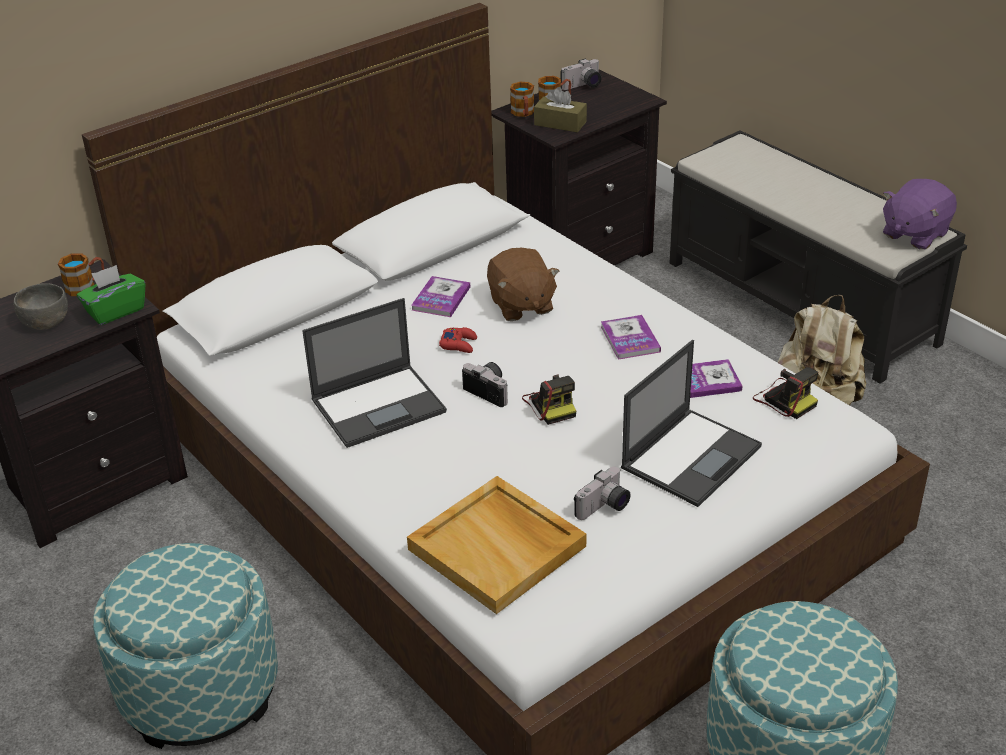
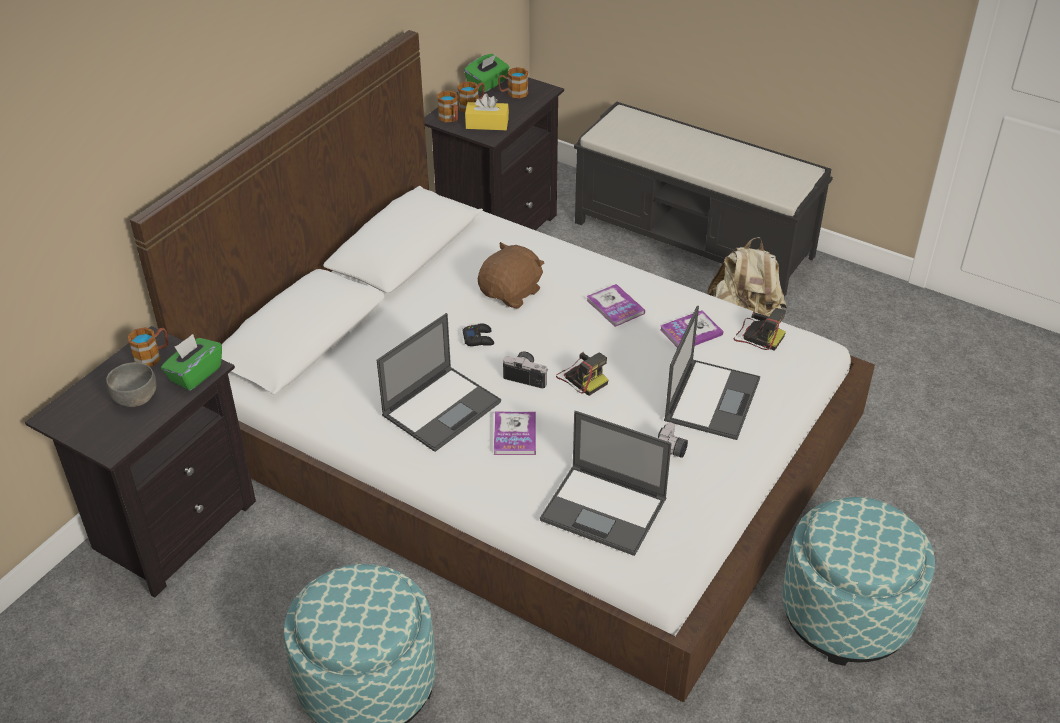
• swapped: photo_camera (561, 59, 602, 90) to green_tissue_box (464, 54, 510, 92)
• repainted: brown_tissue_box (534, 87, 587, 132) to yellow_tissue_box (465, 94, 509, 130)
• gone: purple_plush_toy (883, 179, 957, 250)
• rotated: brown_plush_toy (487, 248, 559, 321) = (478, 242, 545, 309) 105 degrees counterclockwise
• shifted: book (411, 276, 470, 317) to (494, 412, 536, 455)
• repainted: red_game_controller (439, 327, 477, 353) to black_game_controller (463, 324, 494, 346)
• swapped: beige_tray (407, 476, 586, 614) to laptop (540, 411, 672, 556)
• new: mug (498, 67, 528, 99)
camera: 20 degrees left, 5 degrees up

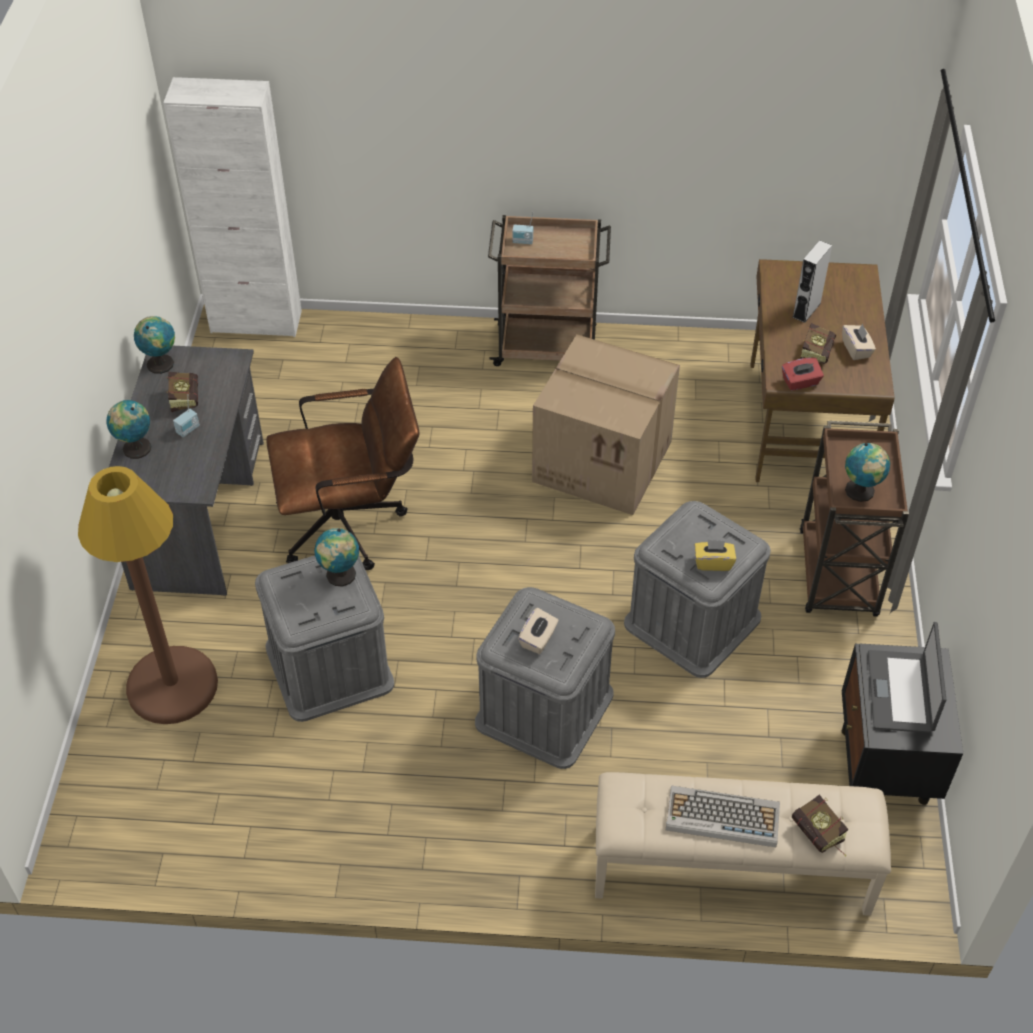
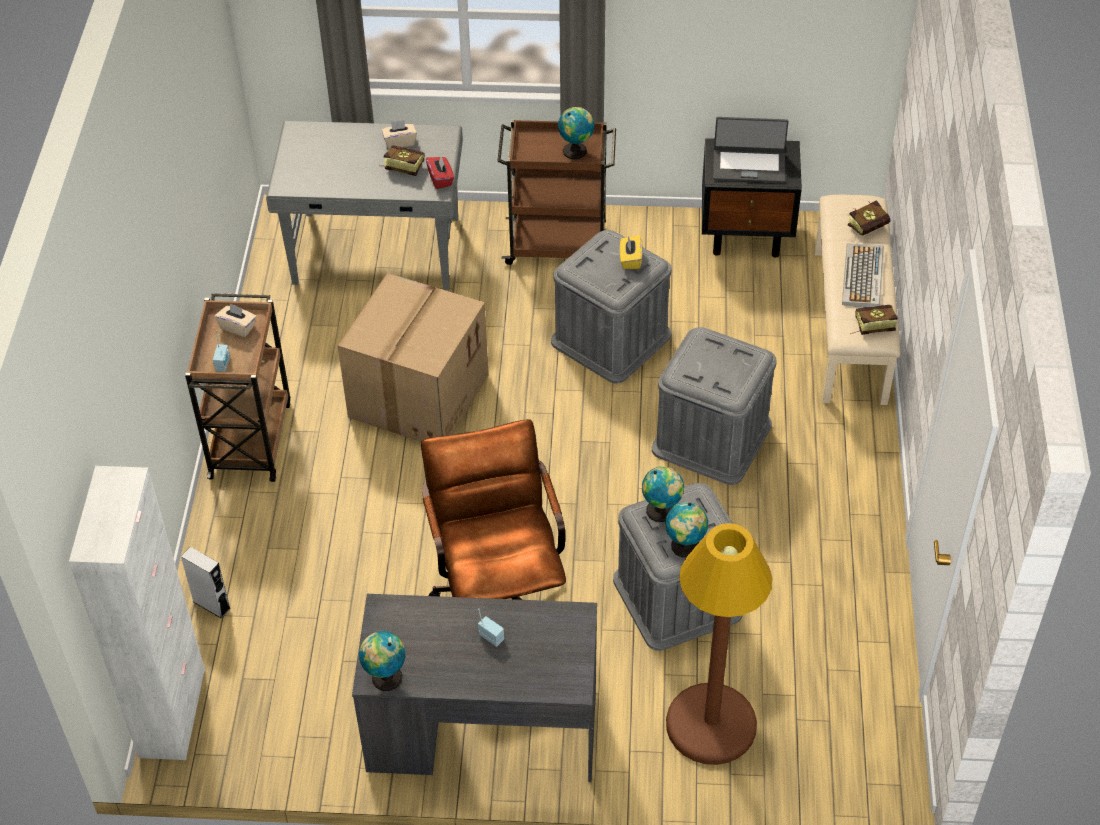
• shifted: grey_speaker (792, 240, 832, 323) to (181, 547, 231, 619)
• repainted: brown_desk (751, 259, 894, 482) to grey_desk (266, 121, 463, 290)
• shifted: book (166, 372, 198, 412) to (850, 305, 898, 335)
• shifted: globe (107, 400, 151, 459) to (665, 502, 708, 558)
• shifted: beige_tissue_box (518, 608, 559, 654) to (215, 303, 257, 337)
camera: 90 degrees left, 0 degrees up

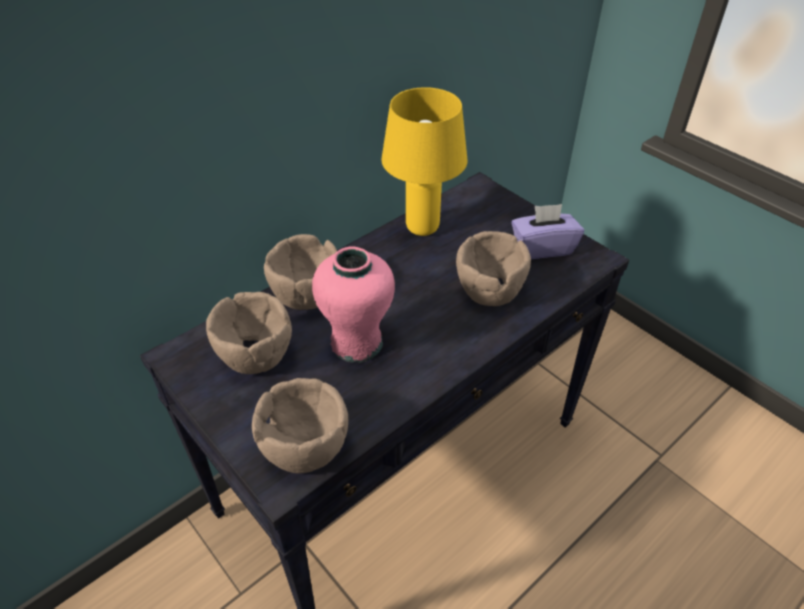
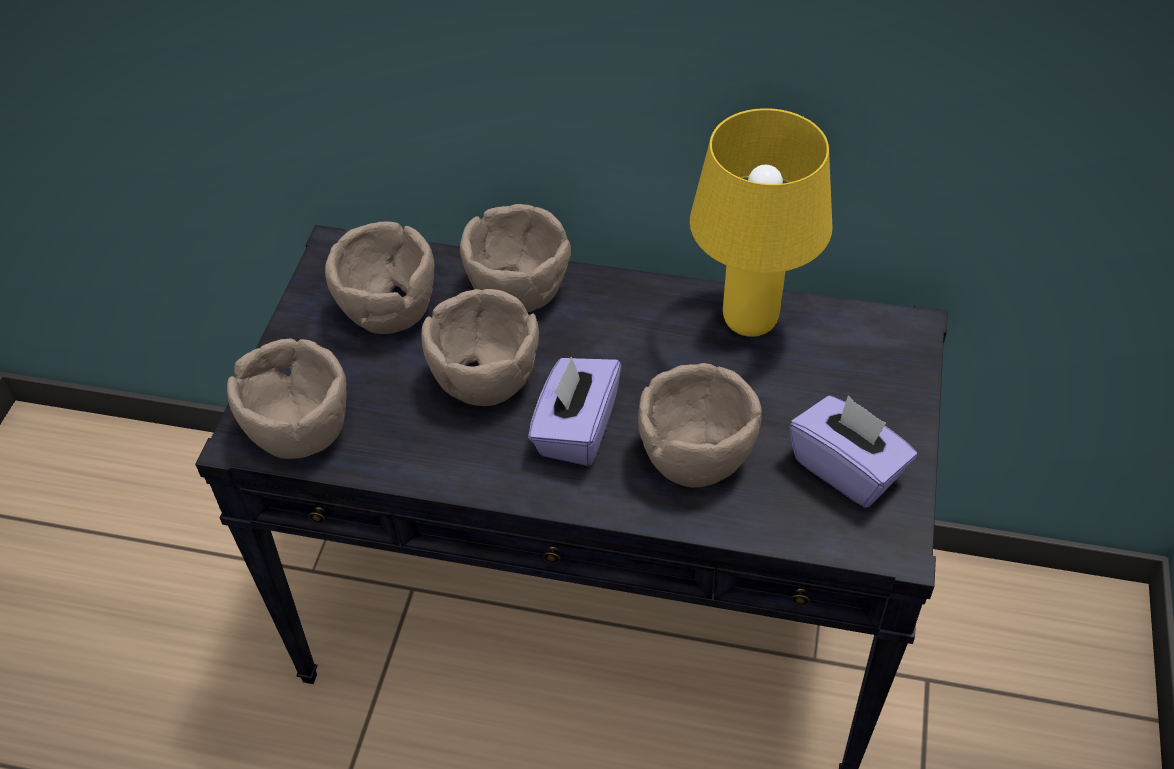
• swapped: pink_vase (312, 247, 395, 363) to brown_bowl (421, 289, 539, 406)
• new: purple_tissue_box (528, 356, 621, 466)
camera: 55 degrees right, 5 degrees up

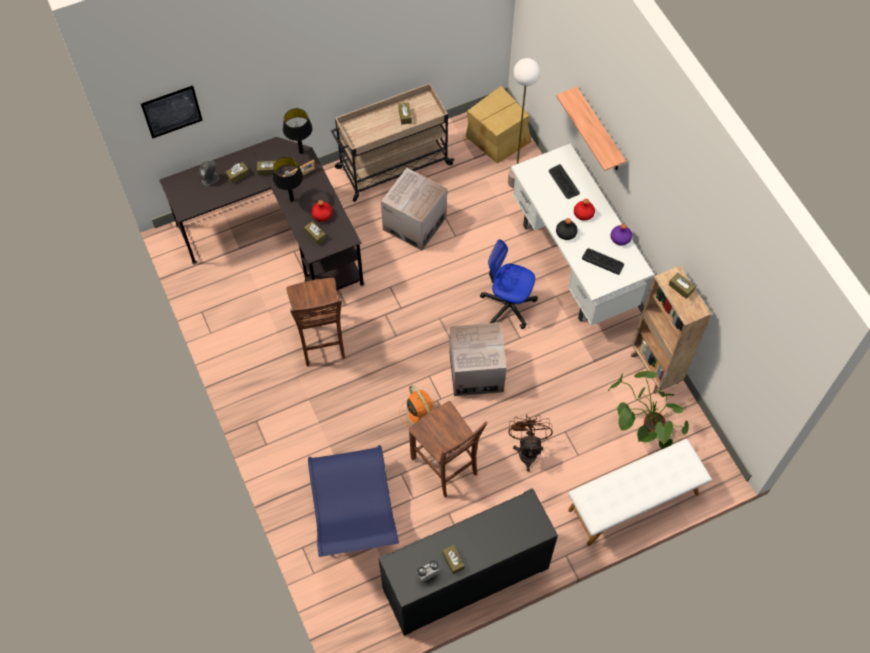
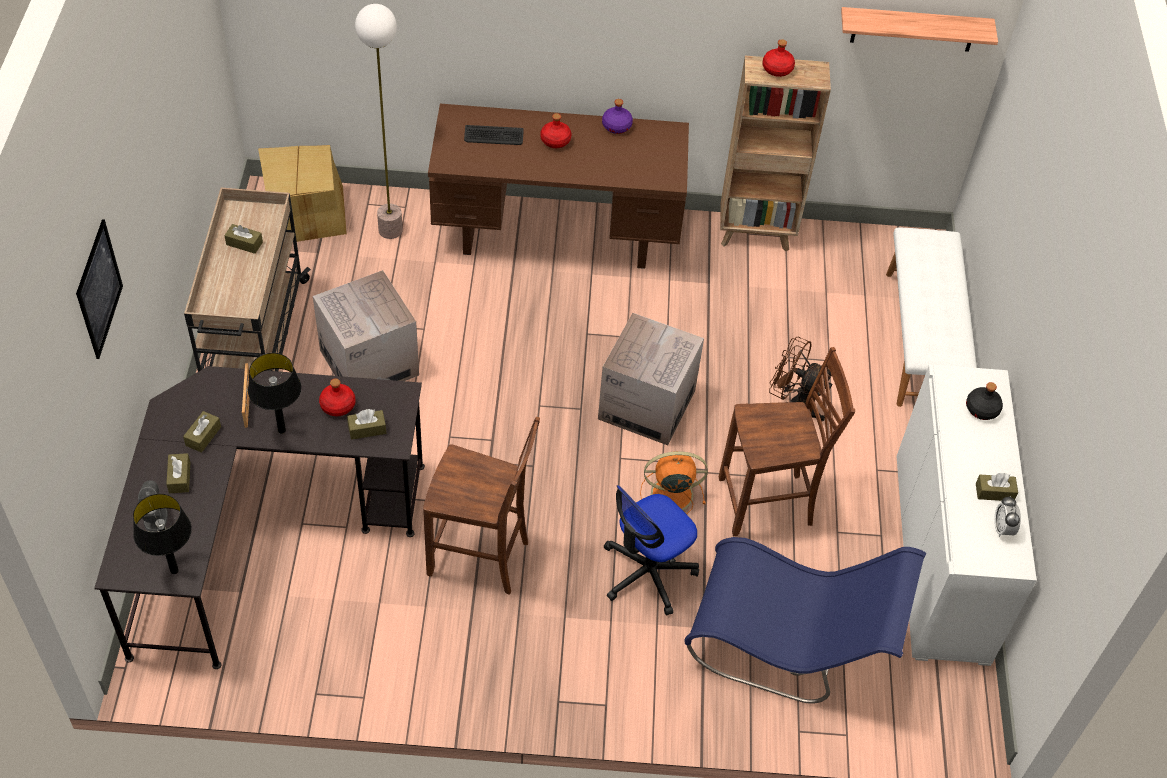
• shifted: picture (141, 86, 203, 139) to (76, 219, 123, 359)
• shifted: shelf (556, 87, 626, 171) to (841, 7, 998, 52)
• shifted: black_table_lamp (283, 108, 312, 154) to (133, 494, 192, 574)
• repainted: white_desk (511, 144, 654, 326) to brown_desk (428, 104, 689, 269)
• shifted: black_bottle (556, 218, 578, 240) to (966, 382, 1003, 420)
• shifted: office_chair (480, 239, 538, 329) to (604, 485, 699, 616)
• gone: keyboard (582, 248, 624, 275)
• swapped: brown_tissue_box (669, 273, 696, 299) to red_bottle (762, 39, 795, 77)
• gone: potted_plant (608, 370, 689, 449)
• repainted: black_cabinet (378, 488, 558, 636) to white_cabinet (897, 365, 1037, 666)
camera: 65 degrees left, 10 degrees down

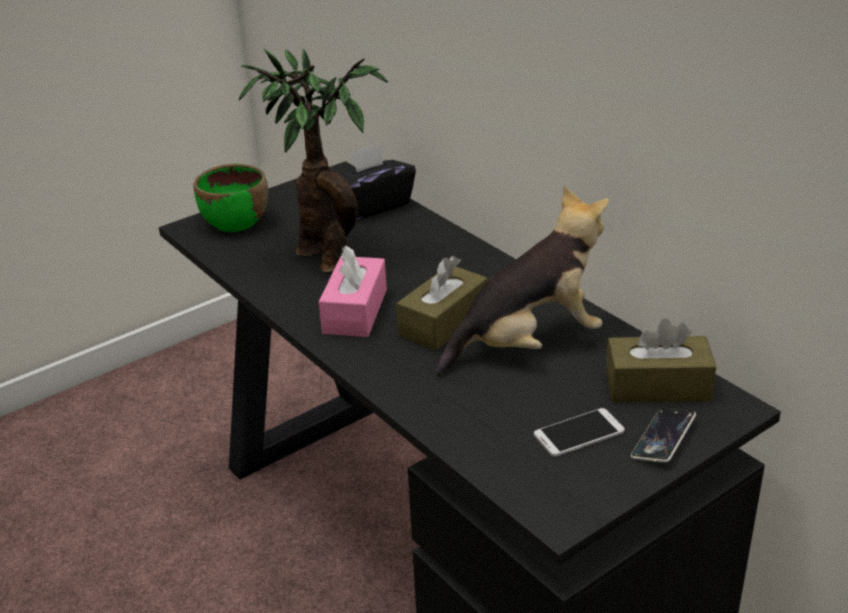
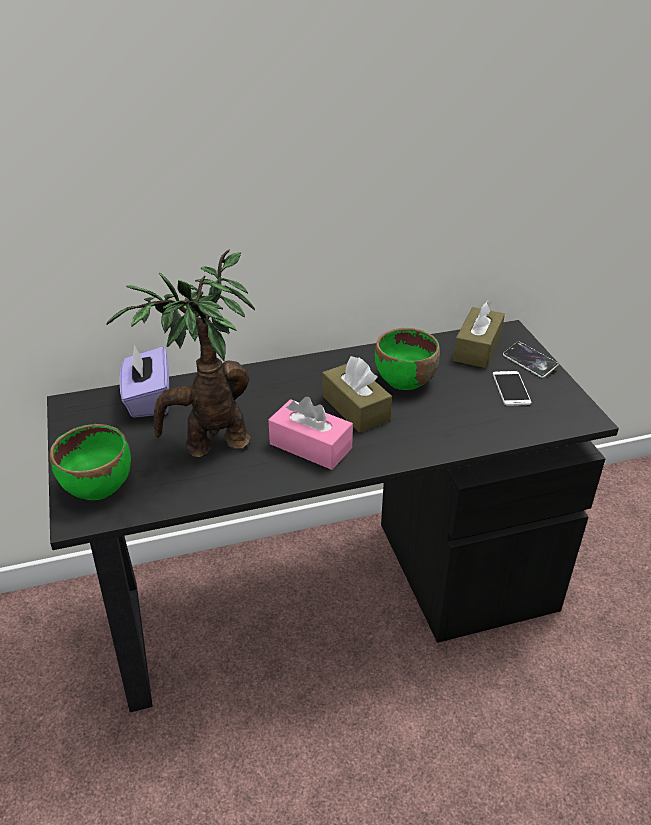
• repainted: black_tissue_box (339, 144, 416, 220) to purple_tissue_box (120, 345, 169, 418)
• swapped: plush_toy (435, 186, 609, 375) to green_bowl (375, 328, 440, 390)
camera: 70 degrees left, 5 degrees up

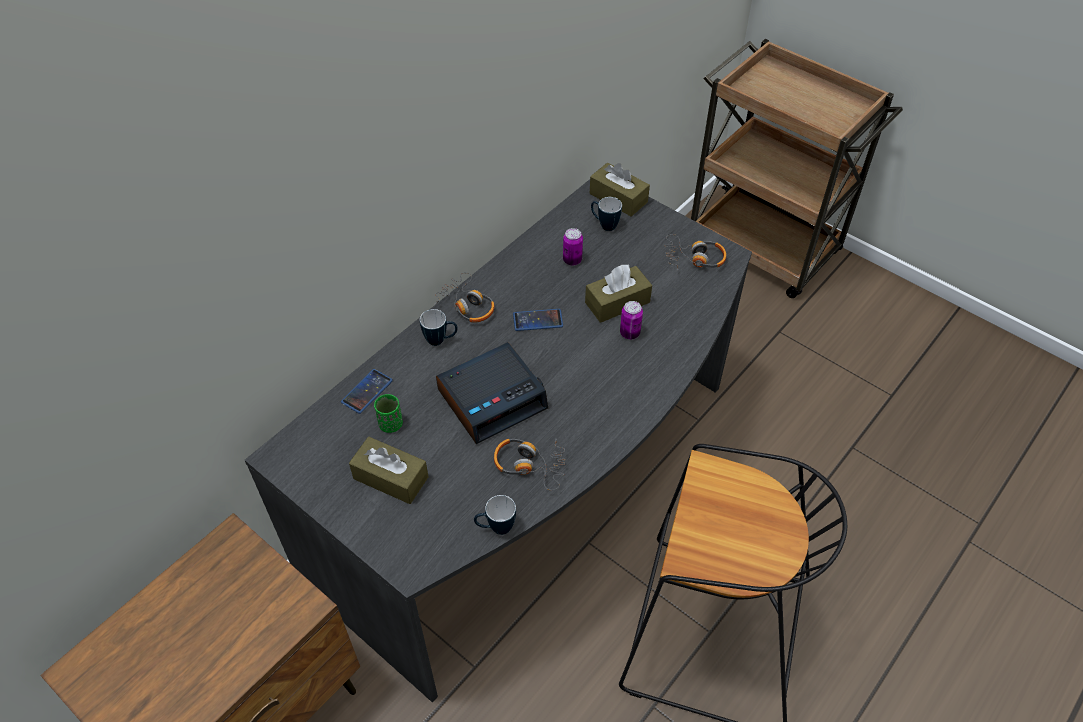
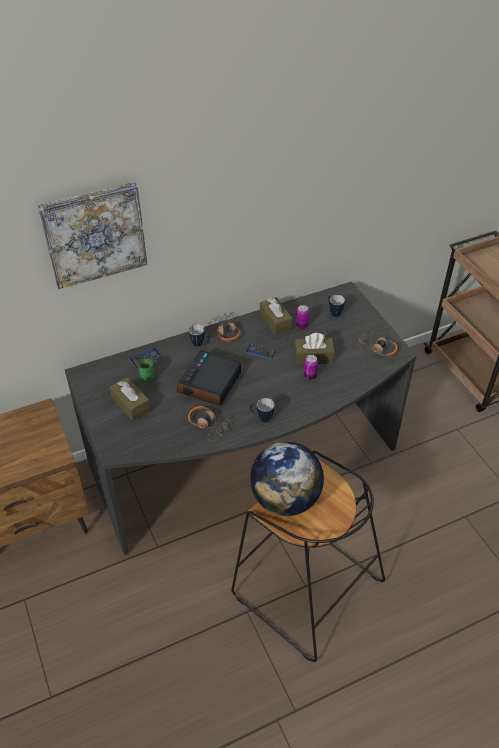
• shifted: brown_tissue_box (590, 162, 650, 217) to (260, 297, 293, 335)
• rotated: alarm_clock (436, 342, 548, 444) = (176, 350, 241, 406) 120 degrees clockwise
• shifted: mug (474, 495, 516, 535) to (250, 398, 274, 422)
• new: picture (38, 182, 147, 289)
• new: globe (250, 442, 324, 516)
camera: 25 degrees right, 5 degrees down

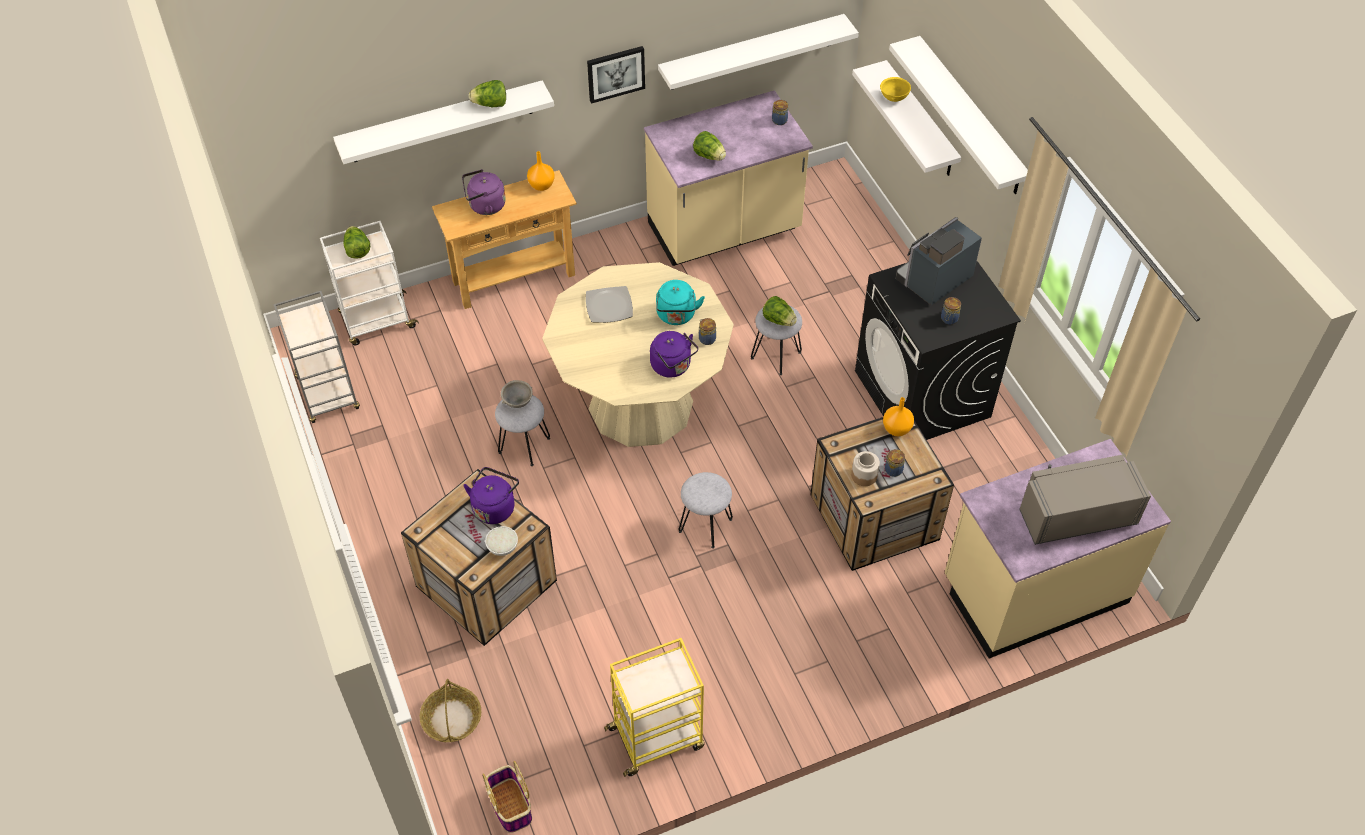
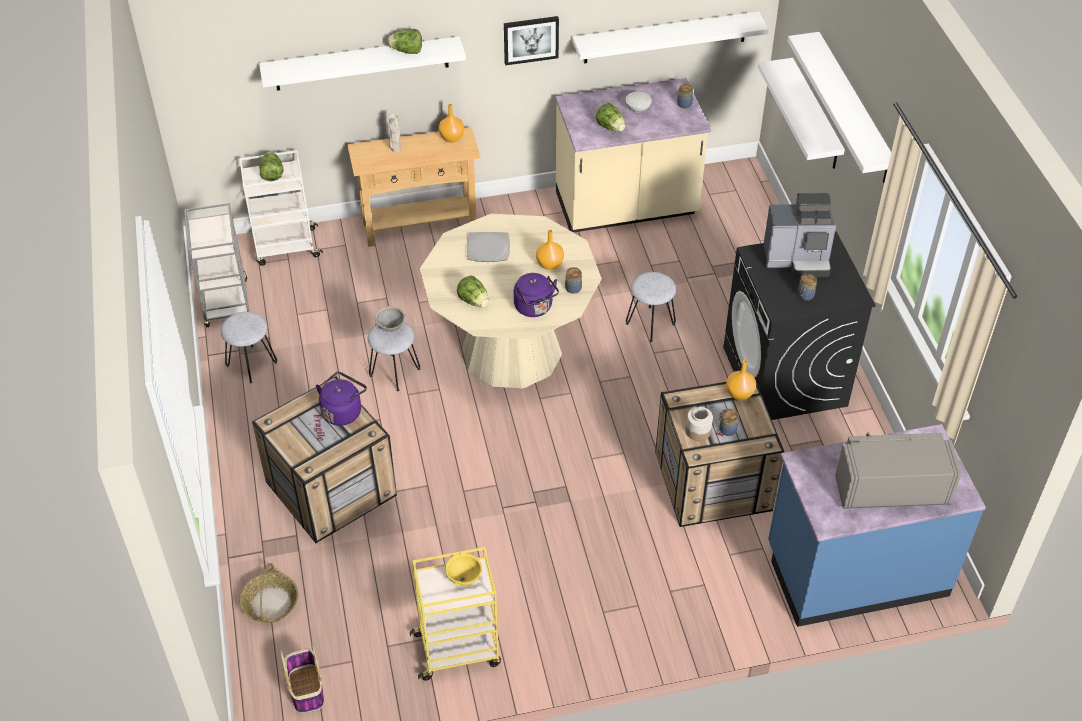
• shifted: yellow_bowl (880, 77, 911, 102) to (445, 553, 482, 586)
• swapped: purple_kettle (462, 169, 506, 215) to beige_vase (388, 113, 401, 152)
• rotated: coffee_machine (896, 217, 982, 305) = (764, 193, 836, 277) 150 degrees counterclockwise
• swapped: turquoise_kettle (656, 280, 705, 325) to orange_vase (536, 230, 564, 270)
• shifted: lettuce (763, 296, 797, 326) to (457, 276, 489, 307)
• repainted: beige_counter (945, 439, 1171, 658) to blue_counter (768, 424, 986, 627)
• shifted: grey_stool (678, 472, 733, 548) to (221, 312, 277, 383)
• shifted: white_bowl (485, 526, 518, 556) to (626, 92, 652, 112)
camera: 10 degrees right, 5 degrees down

